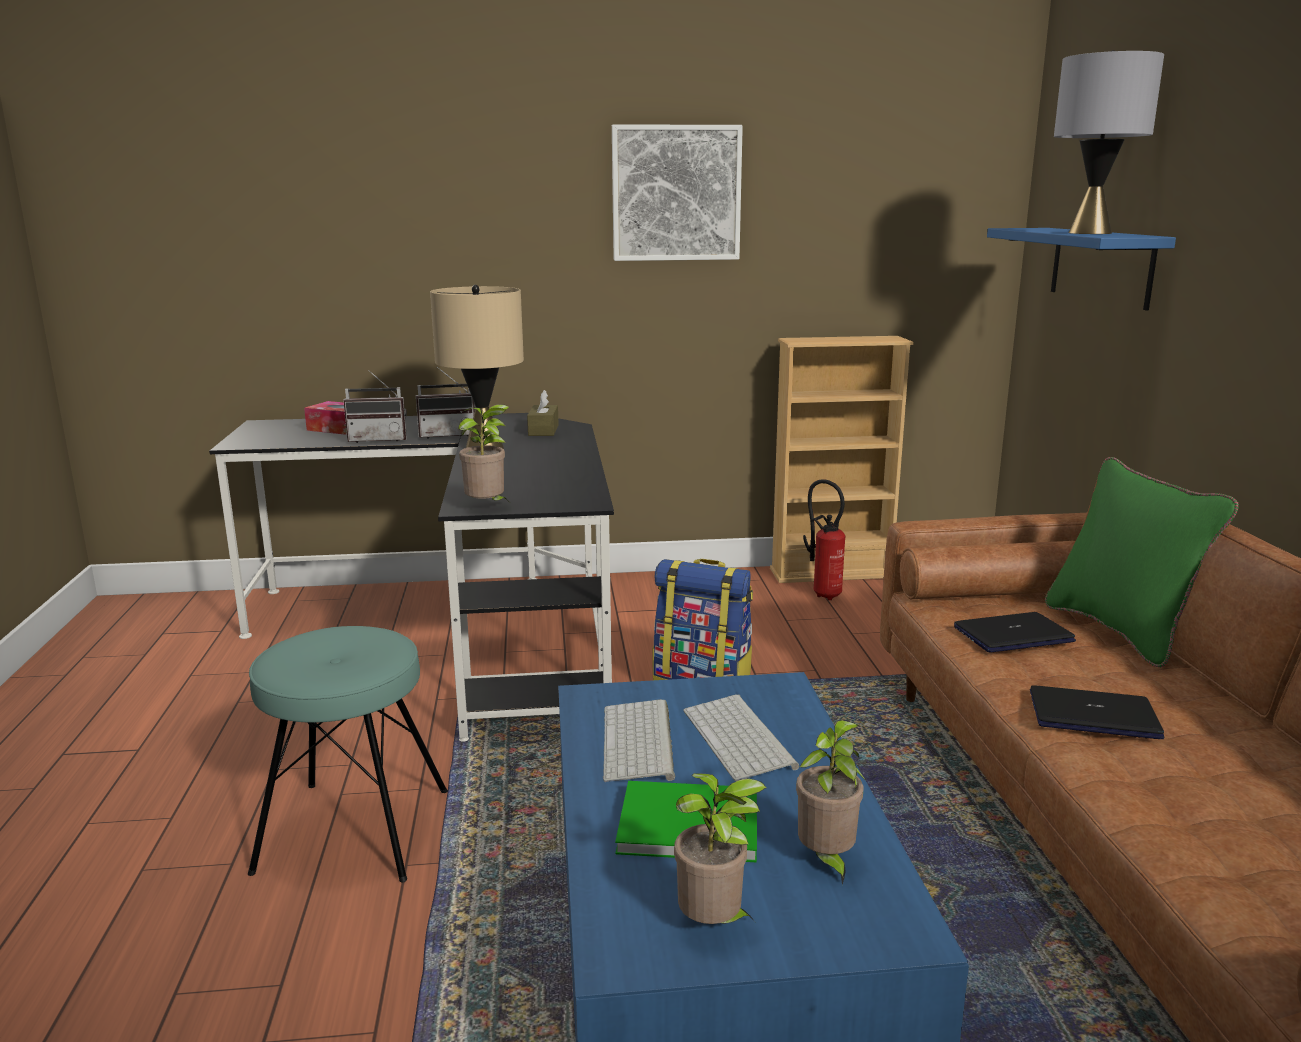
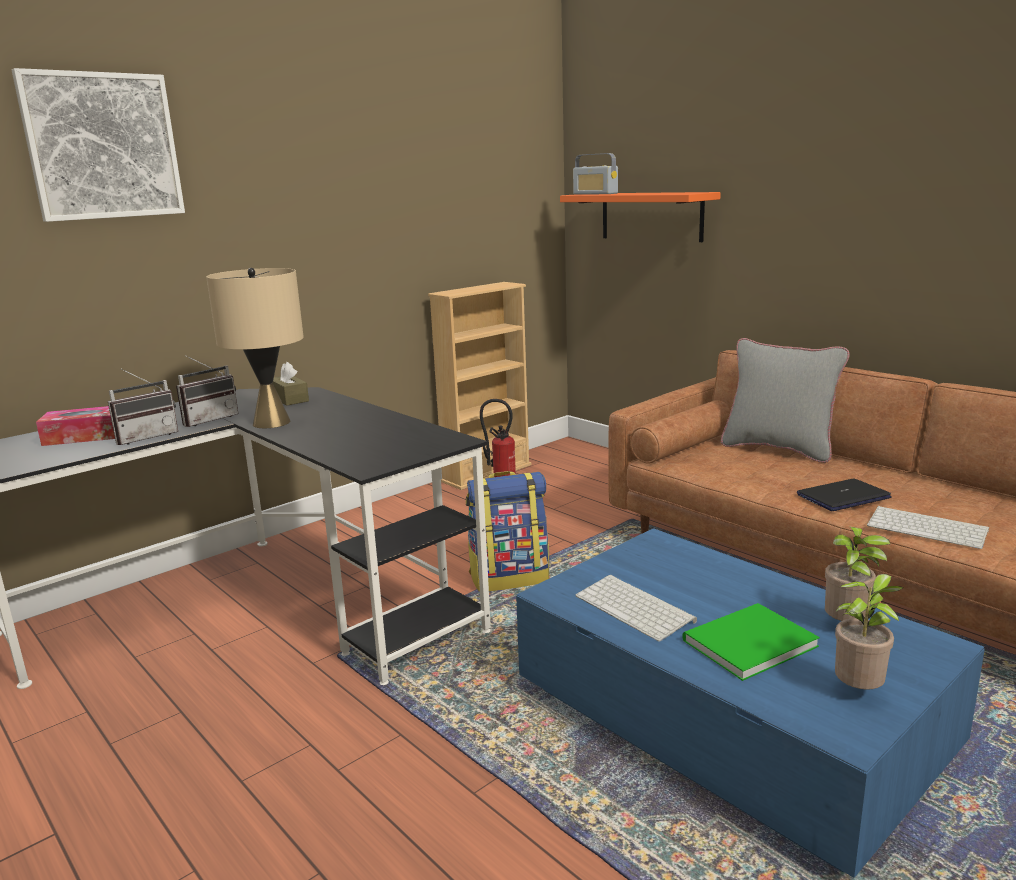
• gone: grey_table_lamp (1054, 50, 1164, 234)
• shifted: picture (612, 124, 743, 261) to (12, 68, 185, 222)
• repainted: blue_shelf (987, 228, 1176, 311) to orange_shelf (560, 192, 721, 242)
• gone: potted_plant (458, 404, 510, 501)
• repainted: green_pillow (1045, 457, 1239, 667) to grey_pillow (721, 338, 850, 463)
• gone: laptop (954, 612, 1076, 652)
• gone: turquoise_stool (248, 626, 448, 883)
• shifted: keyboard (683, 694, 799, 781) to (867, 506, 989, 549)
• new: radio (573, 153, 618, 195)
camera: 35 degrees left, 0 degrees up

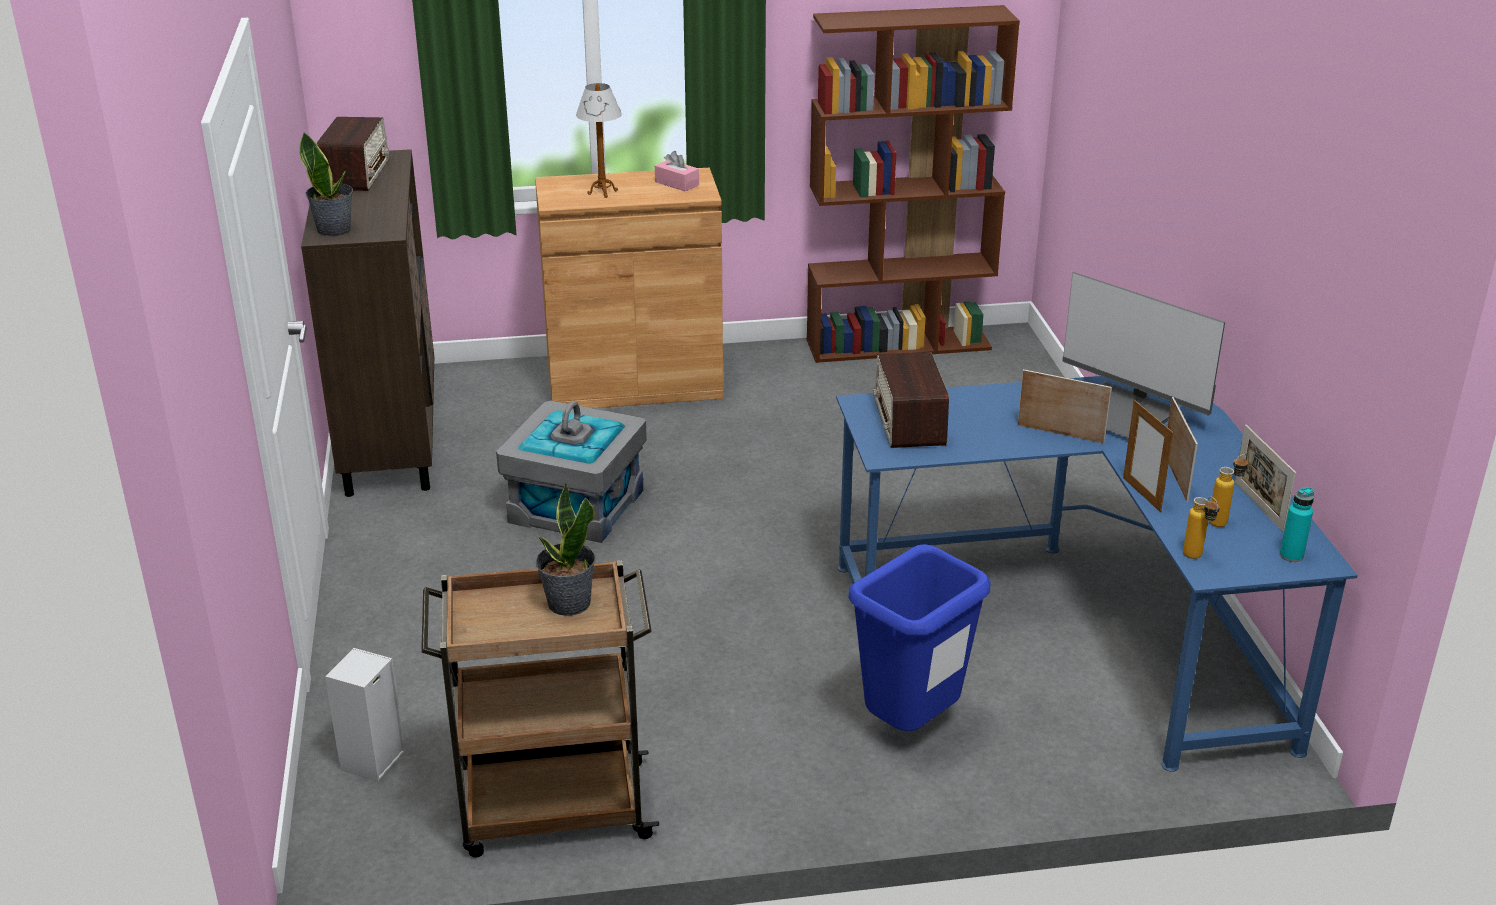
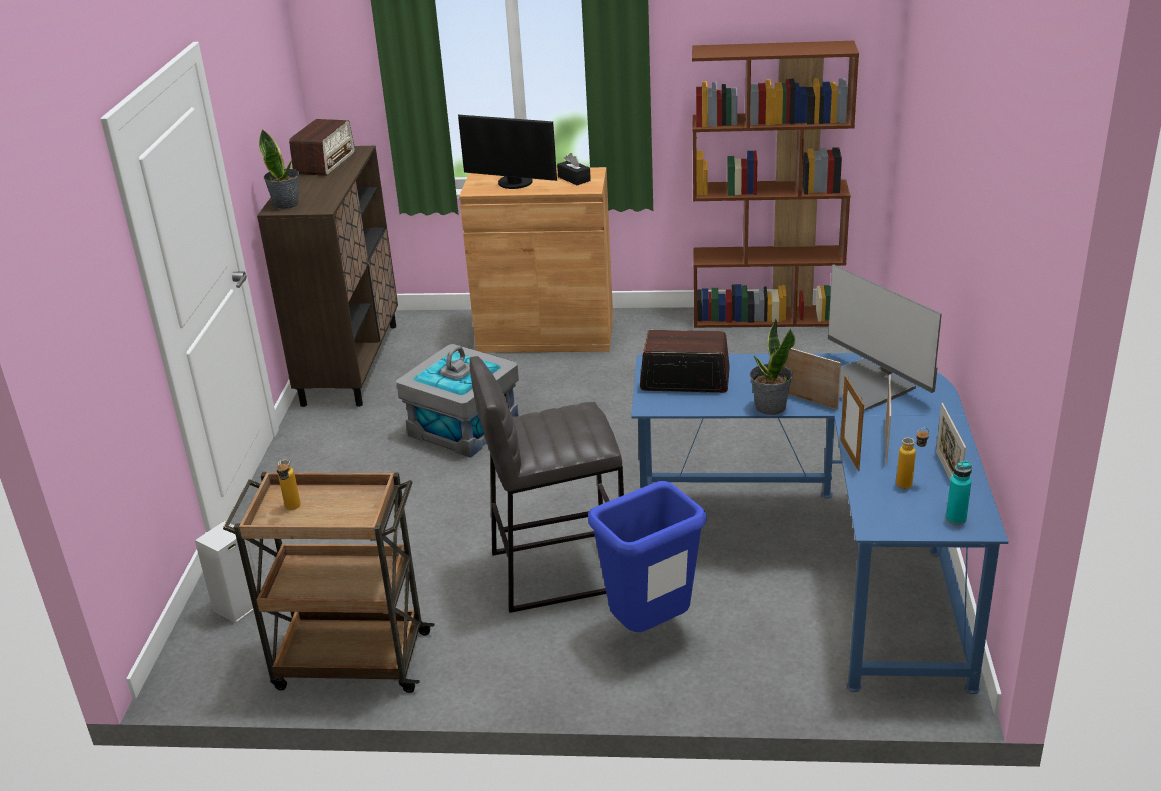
• swapped: table_lamp (576, 83, 622, 198) to monitor (458, 115, 557, 189)
• repainted: pink_tissue_box (655, 151, 699, 192) to black_tissue_box (557, 153, 591, 185)
• rotated: radio (872, 352, 949, 448) = (640, 330, 730, 393) 90 degrees clockwise
• shifted: potted_plant (535, 482, 596, 616) to (750, 318, 795, 415)
• shifted: bottle (1183, 497, 1220, 559) to (276, 460, 301, 510)
• new: grey_stool (470, 356, 624, 613)
camera: 15 degrees right, 0 degrees up

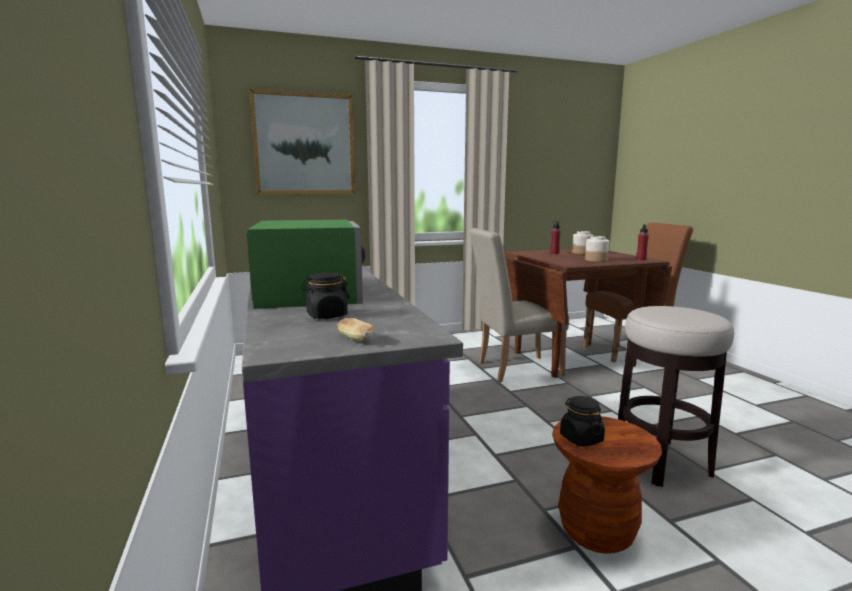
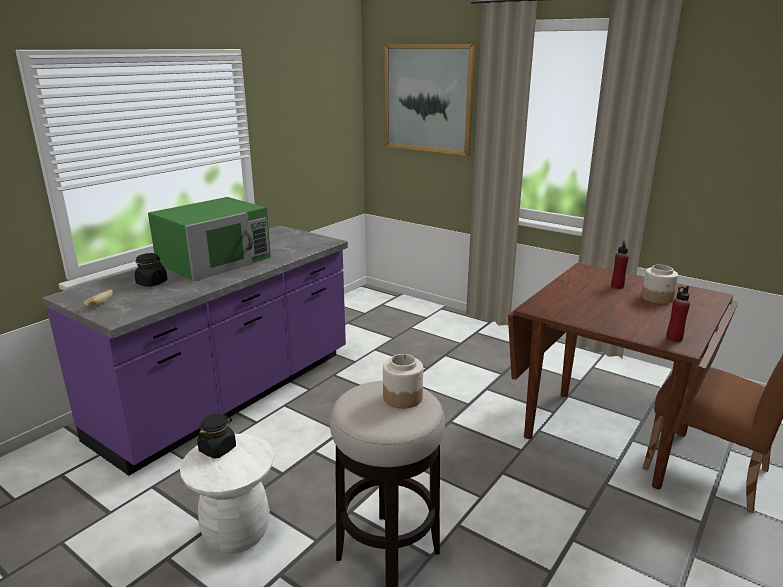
• gone: beige_chair (469, 228, 569, 382)
• shifted: jar (585, 236, 609, 262) to (383, 354, 423, 409)
• repainted: brown_stool (552, 416, 662, 554) to white_stool (180, 434, 274, 554)
camera: 55 degrees right, 10 degrees up

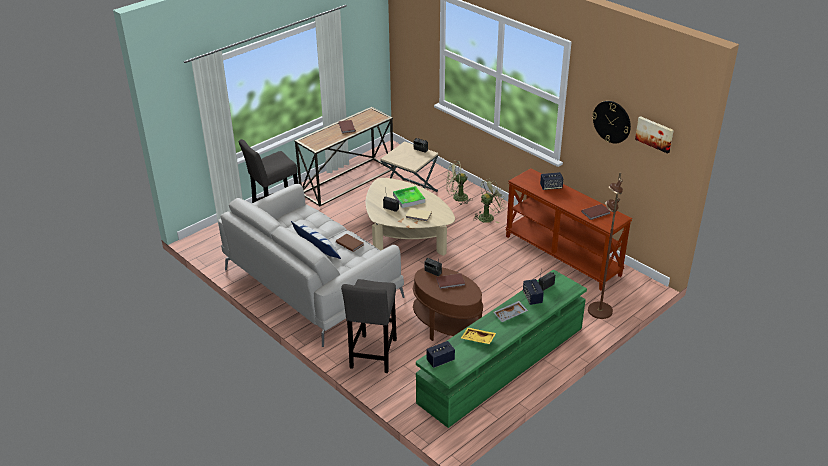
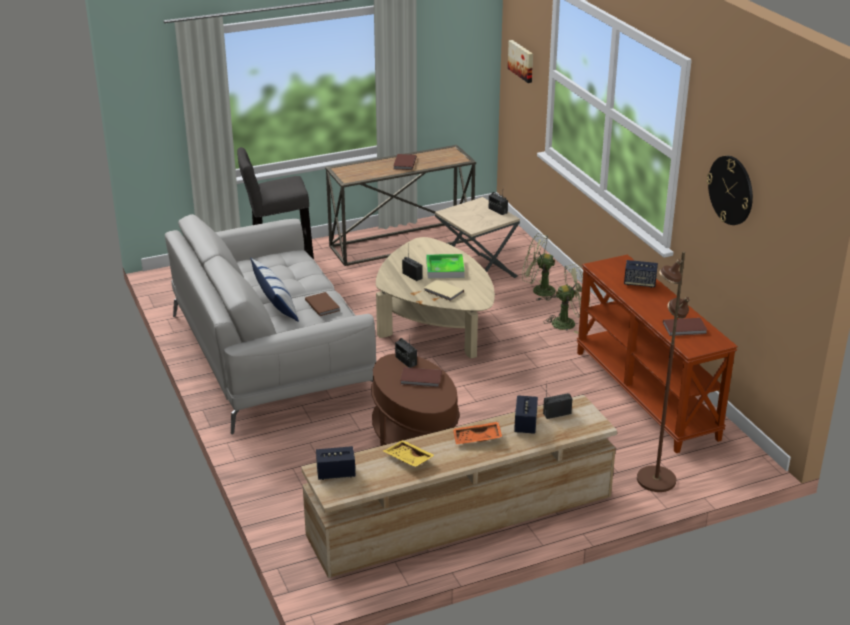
• shifted: picture (635, 116, 674, 154) to (508, 40, 533, 83)
• repainted: green_tv_stand (416, 270, 587, 428) to beige_tv_stand (301, 395, 617, 578)
• gone: grey_stool (341, 279, 397, 373)
• repainted: grey_tray (493, 301, 528, 322) to orange_tray (453, 421, 502, 444)
camera: 20 degrees right, 5 degrees down

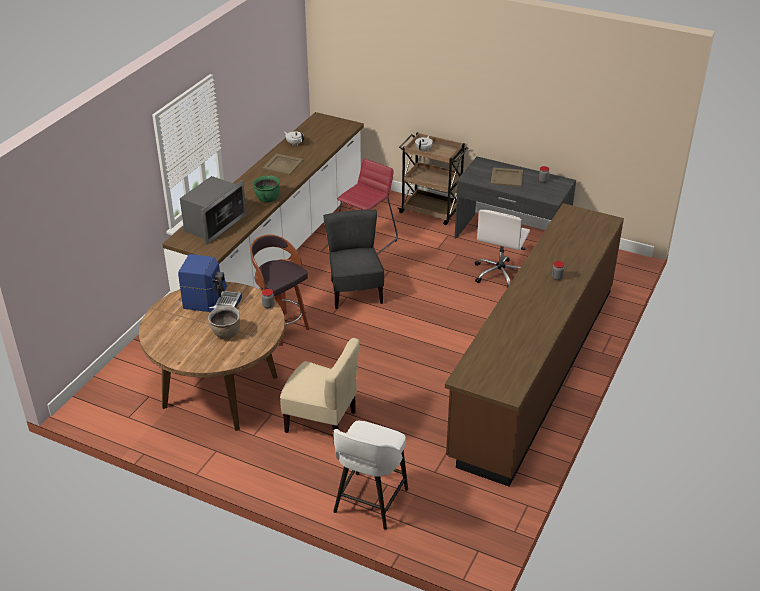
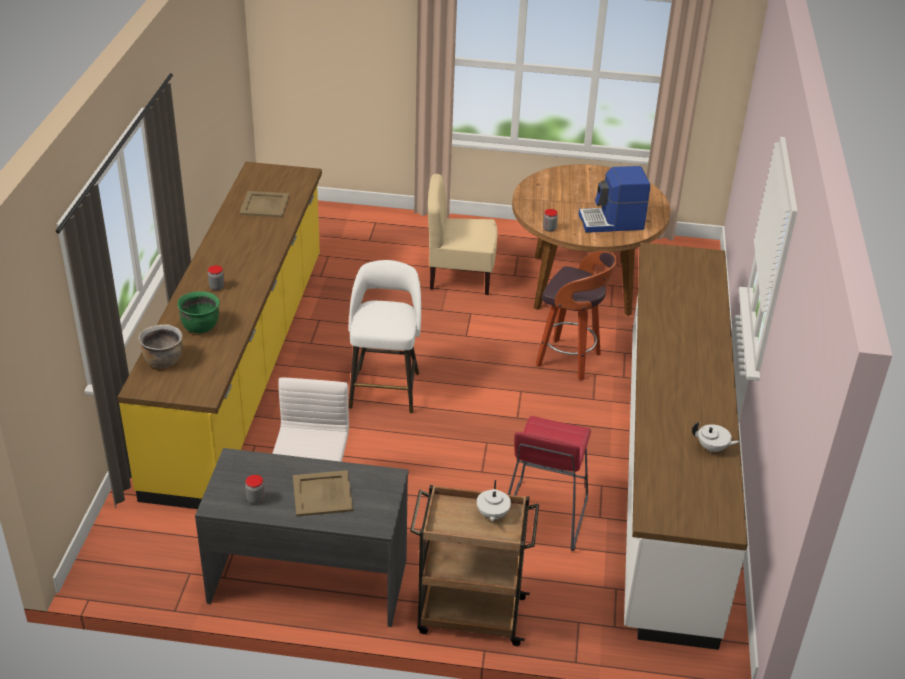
• shifted: beige_tray (262, 153, 304, 175) to (239, 191, 290, 217)
• shifted: green_cooking_pot (253, 175, 280, 202) to (177, 291, 220, 333)
• gone: microwave (180, 176, 247, 245)
• repainted: brown_counter (445, 203, 624, 487) to yellow_counter (118, 162, 322, 509)
• gone: grey_chair (323, 209, 384, 309)
• shifted: brown_cooking_pot (208, 306, 240, 339) to (138, 325, 183, 369)
• shifted: white_stool (333, 421, 408, 530) to (349, 260, 421, 413)
camera: 160 degrees right, 0 degrees up

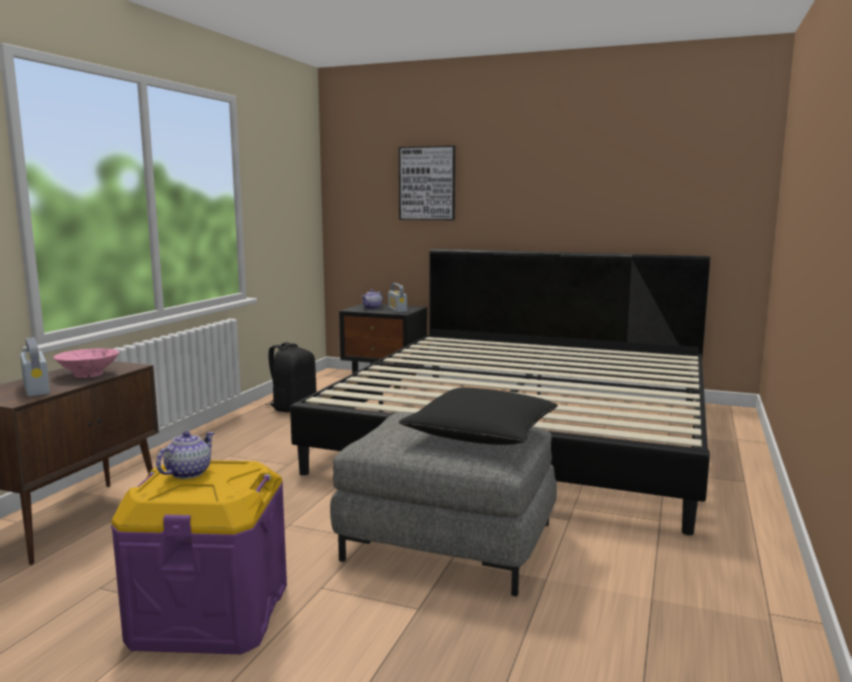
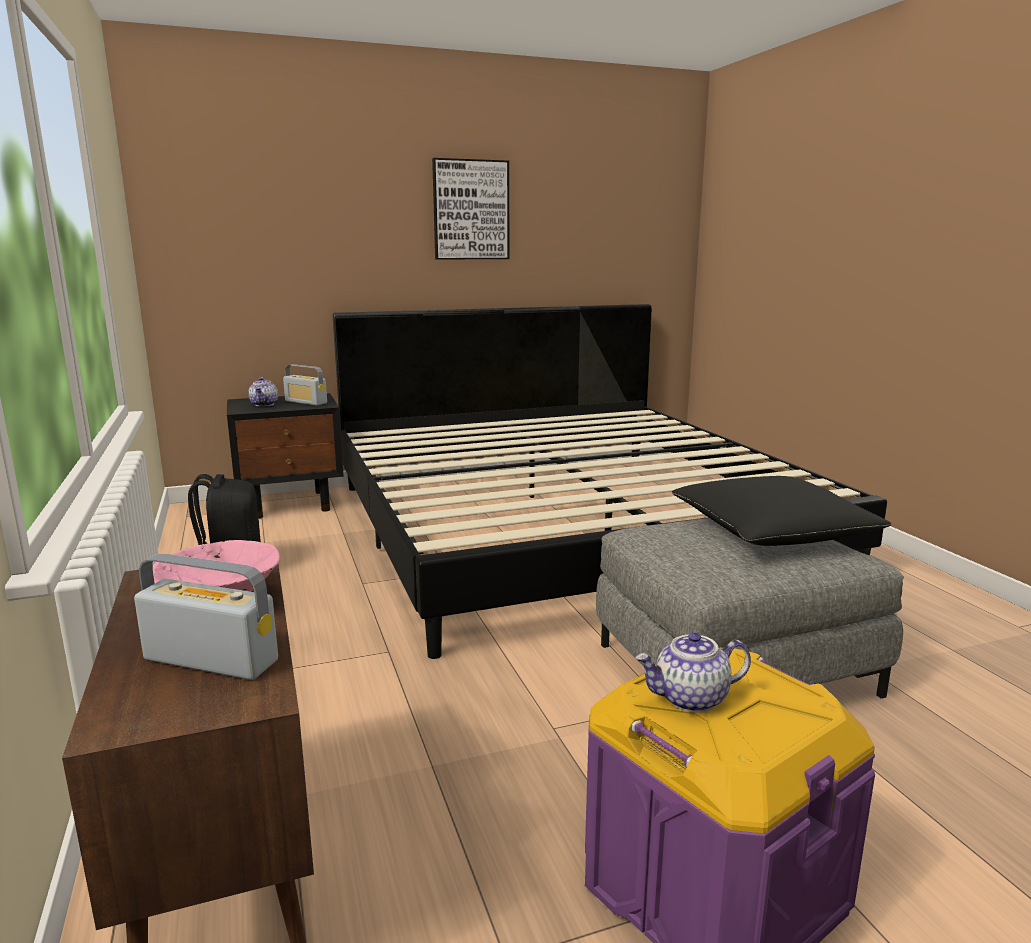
• shifted: picture (399, 146, 455, 220) to (432, 158, 509, 260)
• rotated: teapot (156, 431, 215, 479) = (635, 632, 751, 712) 90 degrees counterclockwise
camera: 40 degrees left, 5 degrees up

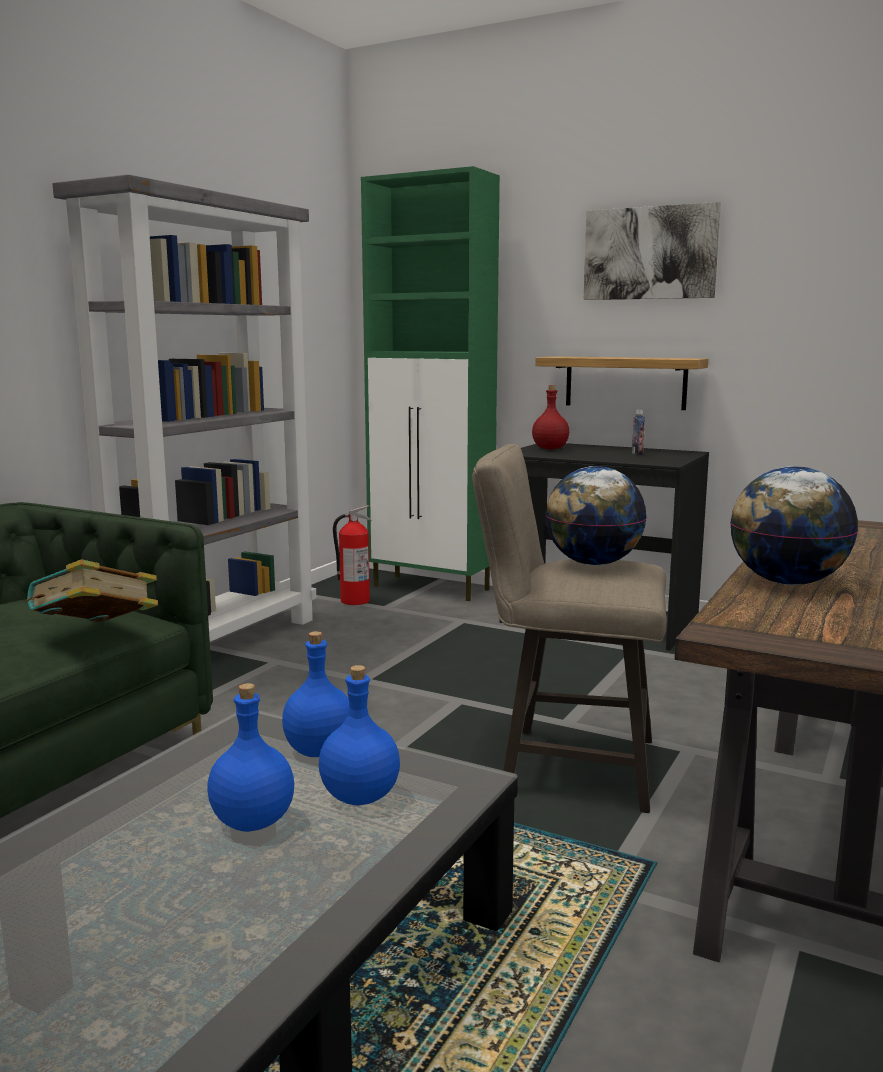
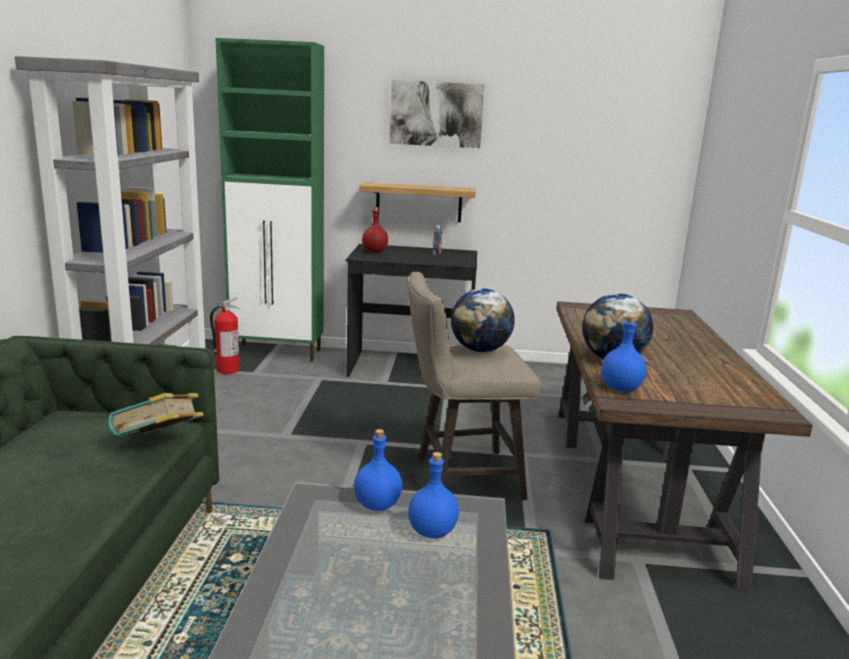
• shifted: blue_bottle (207, 683, 294, 832) to (601, 316, 646, 392)
camera: 25 degrees left, 5 degrees up

